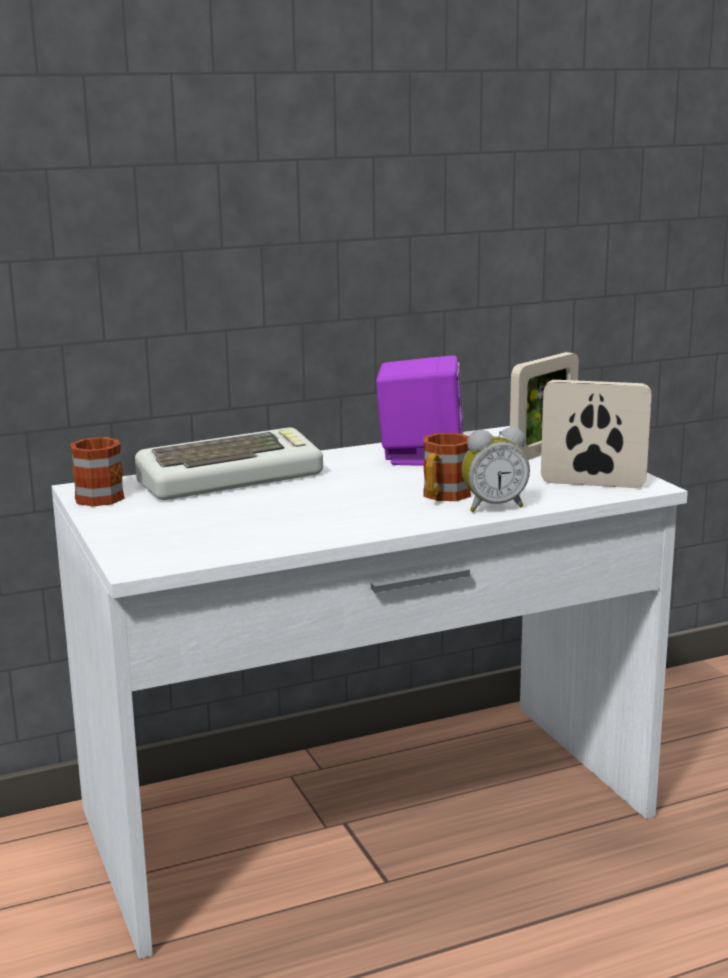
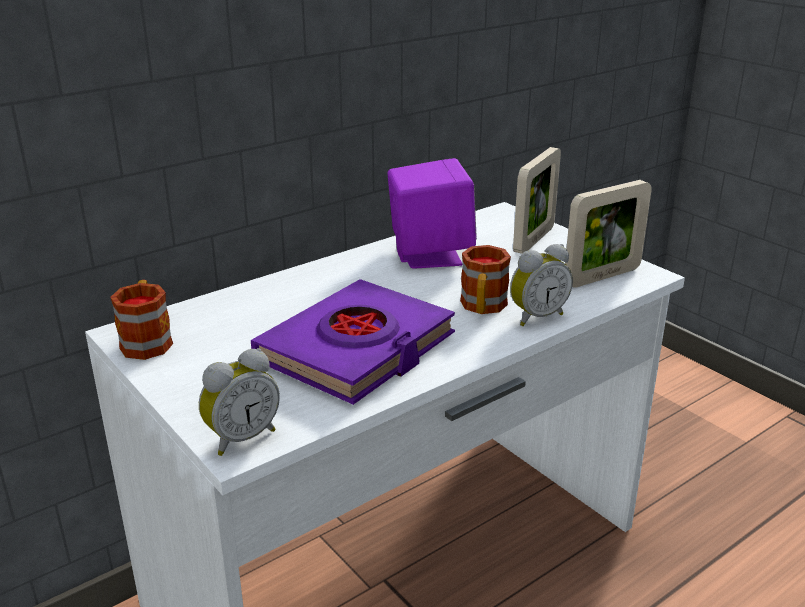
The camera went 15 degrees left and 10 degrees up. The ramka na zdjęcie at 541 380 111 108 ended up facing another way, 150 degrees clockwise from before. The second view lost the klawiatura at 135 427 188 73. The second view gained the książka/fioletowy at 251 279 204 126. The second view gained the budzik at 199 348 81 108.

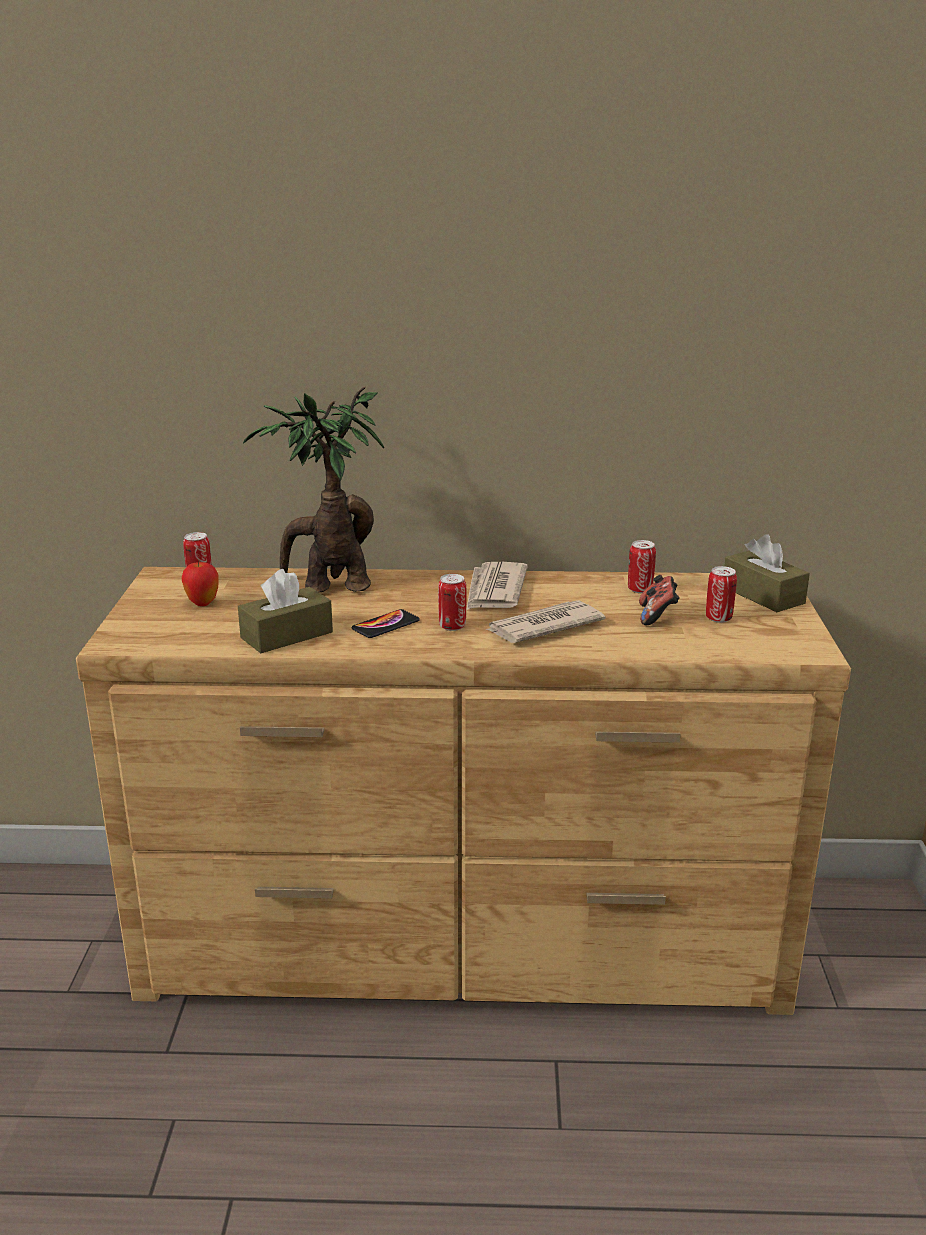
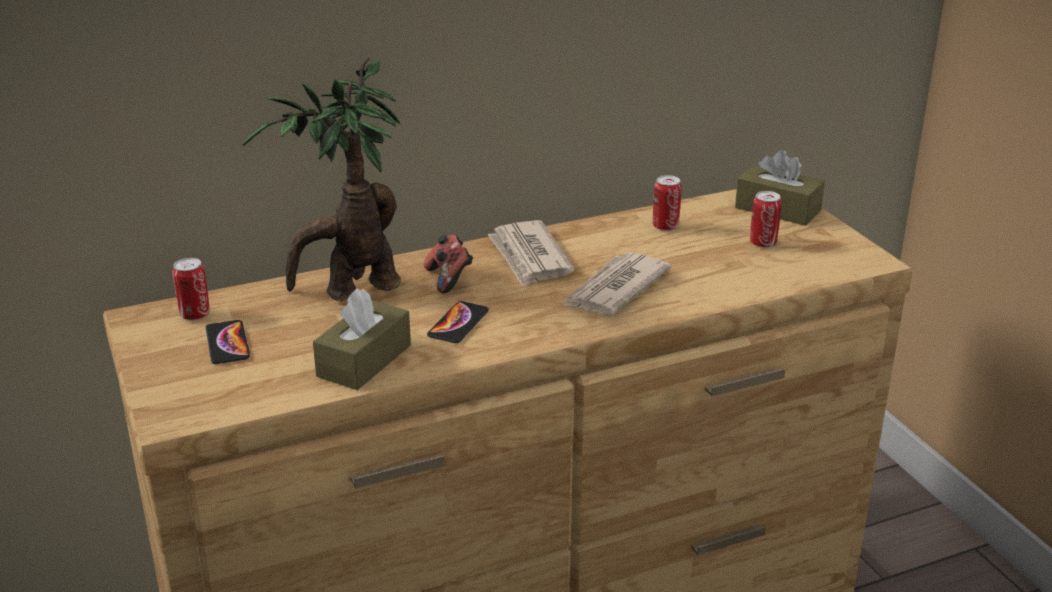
The camera went 25 degrees left and 5 degrees up. Where the jabłko stood at 182 561 37 45, the telefon came to stand at 206 320 44 44. The second view lost the puszka at 438 574 28 57. The pad do gier ended up elsewhere, having gone from 639 575 41 50 to 424 234 49 59.

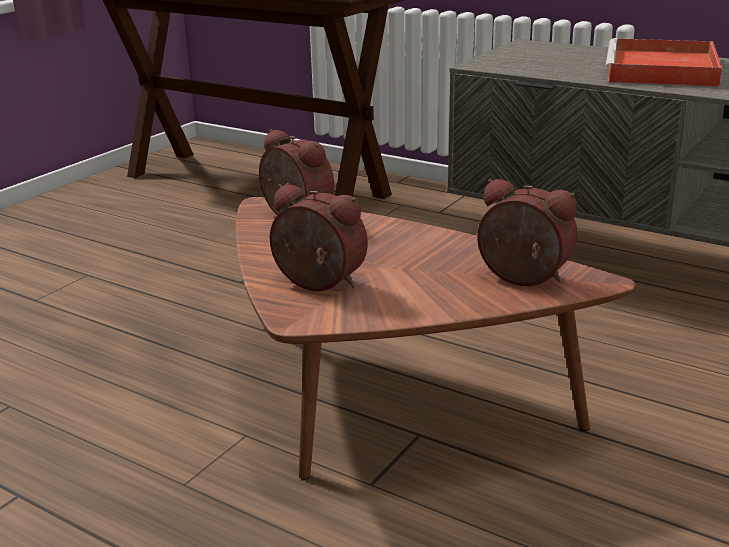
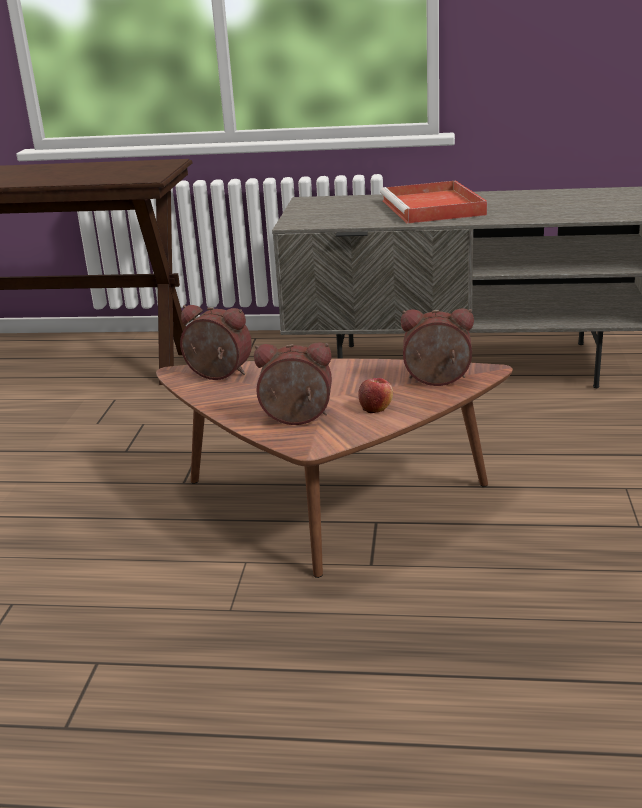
The camera went 25 degrees left and 0 degrees up. The second view gained the jabłko at 358 378 35 35.

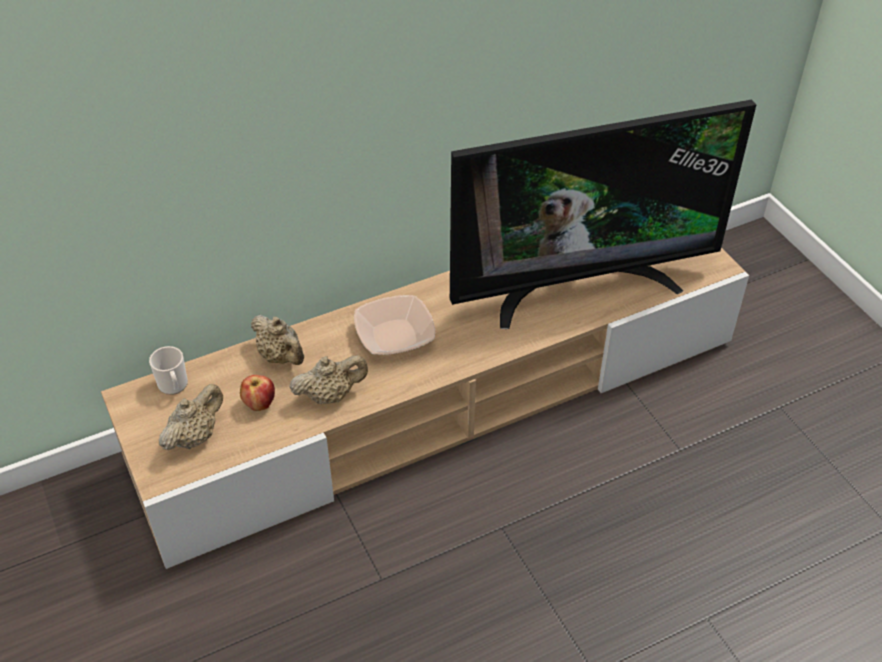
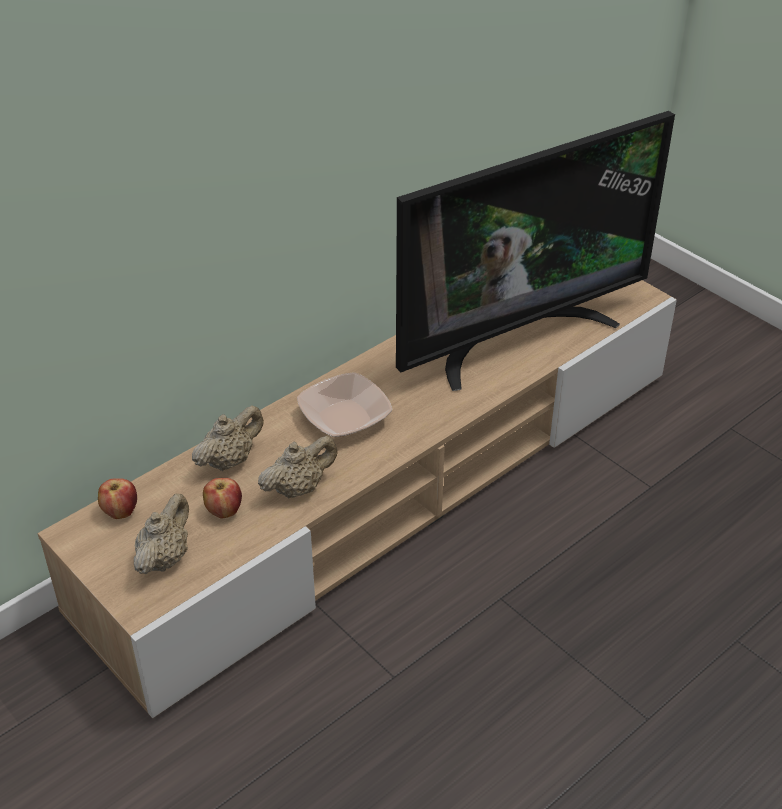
The camera went 15 degrees left and 5 degrees down. The imbryk/beżowy at 251 315 53 50 ended up facing another way, 75 degrees counterclockwise from before. Where the kubek stood at 149 346 39 49, the jabłko came to stand at 98 479 39 40.

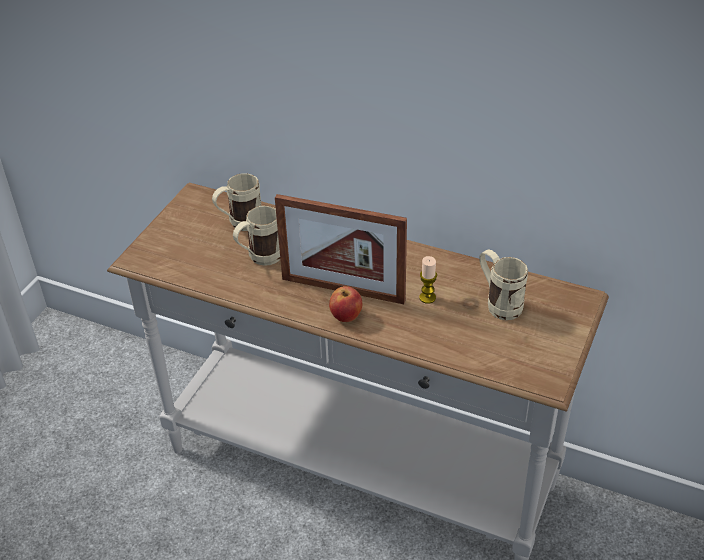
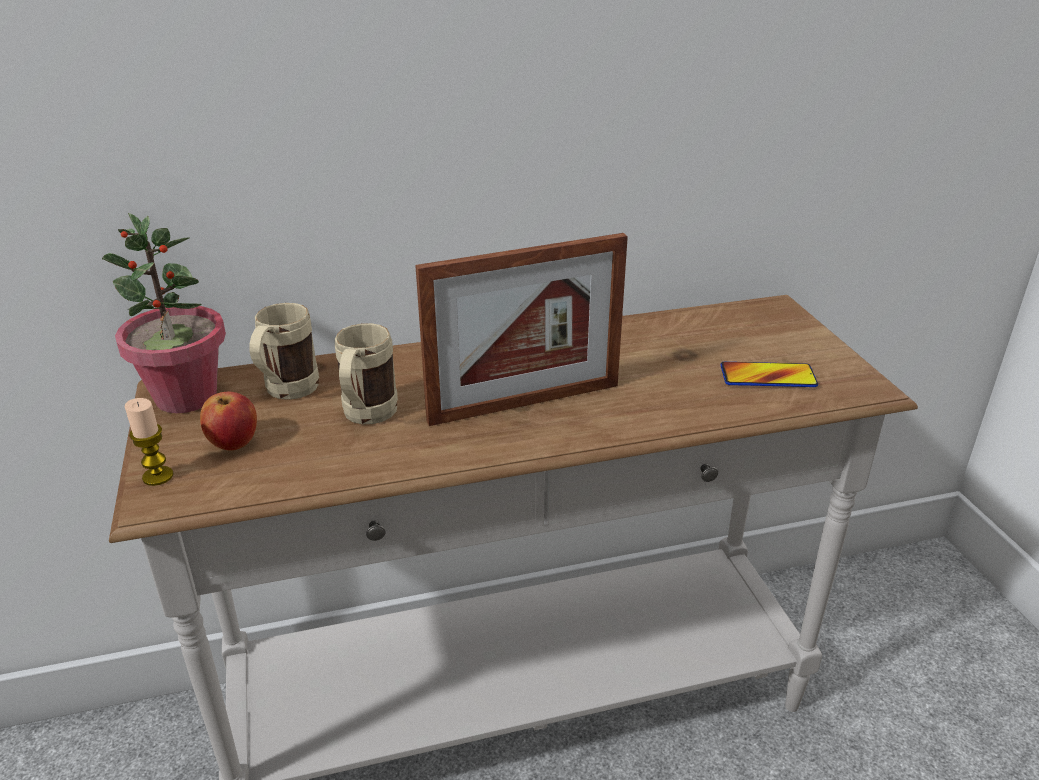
The camera went 40 degrees left and 10 degrees down. The second view lost the kubek/beżowy at 479 249 49 71. The świeca ended up elsewhere, having gone from 419 256 18 48 to 125 398 48 88. The jabłko ended up elsewhere, having gone from 329 286 33 36 to 200 392 57 59. The second view gained the roślina doniczkowa at 102 213 124 200. The second view gained the telefon at 721 362 97 25.

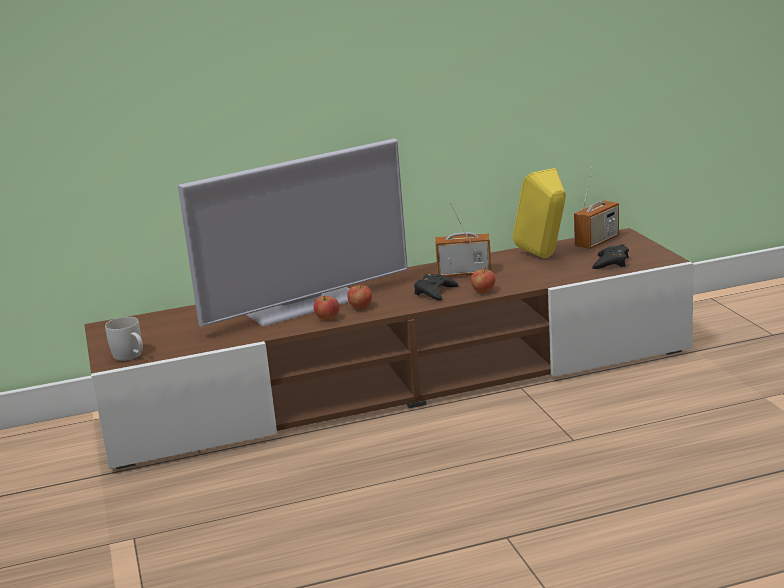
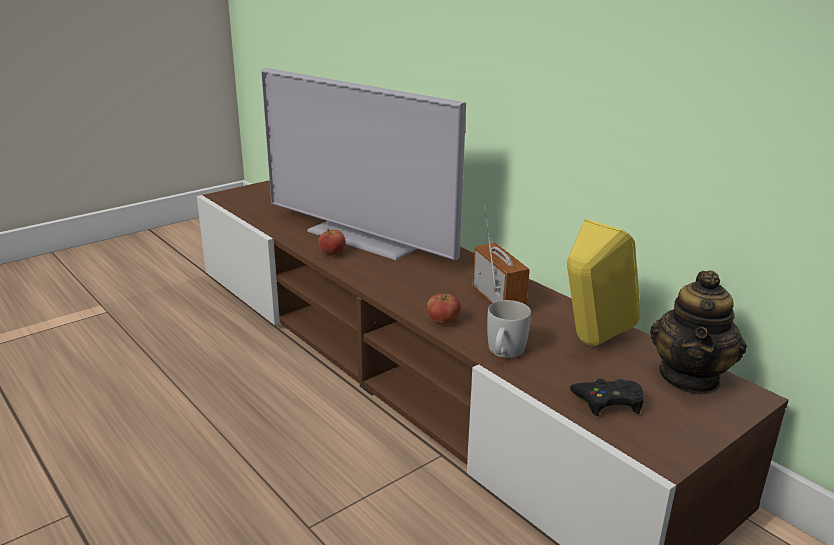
The camera went 65 degrees right and 5 degrees up. Where the radio stood at 574 166 45 83, the imbryk came to stand at 650 270 97 124. The second view lost the pad do gier/czarny at 414 273 45 28. The second view lost the jabłko at 347 283 25 27. The kubek/biały ended up elsewhere, having gone from 105 317 38 44 to 487 300 44 58.

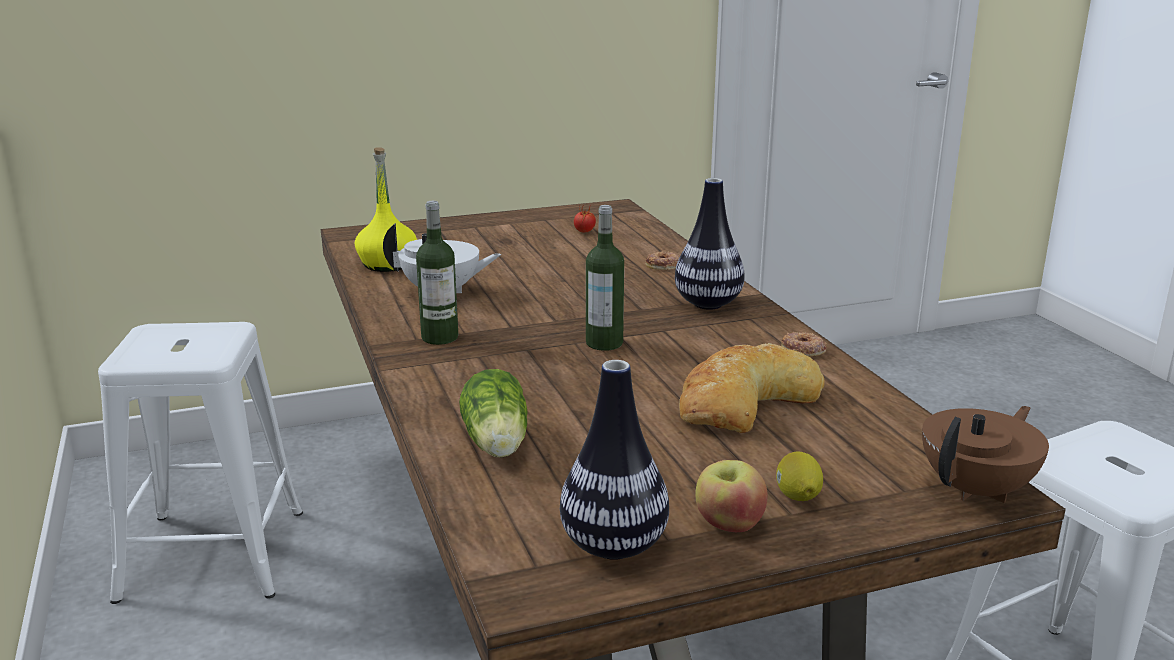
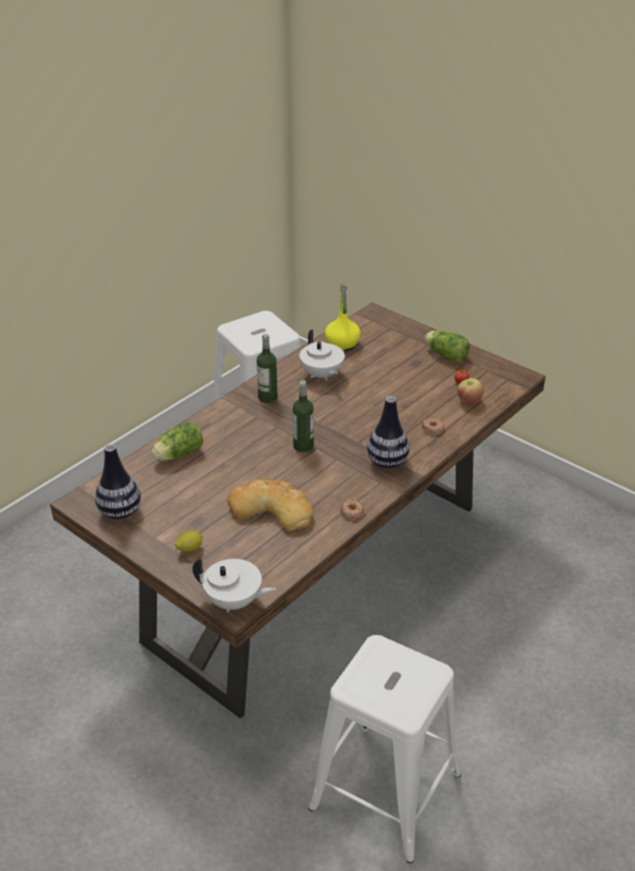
The camera went 60 degrees right and 15 degrees up. What was the imbryk/brązowy at 922 406 127 97 turned into the imbryk/biały at 192 557 84 55. The jabłko ended up elsewhere, having gone from 695 460 73 72 to 457 378 27 27. The second view gained the sałata at 425 330 45 33.

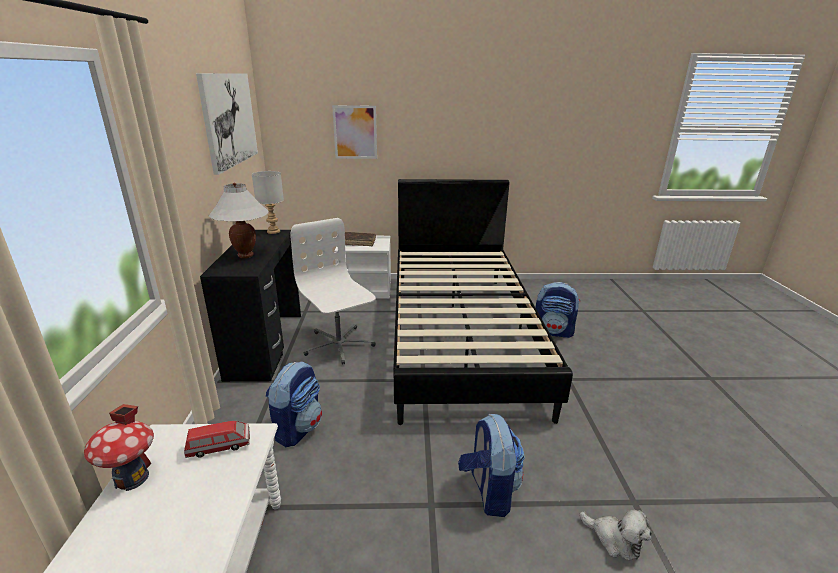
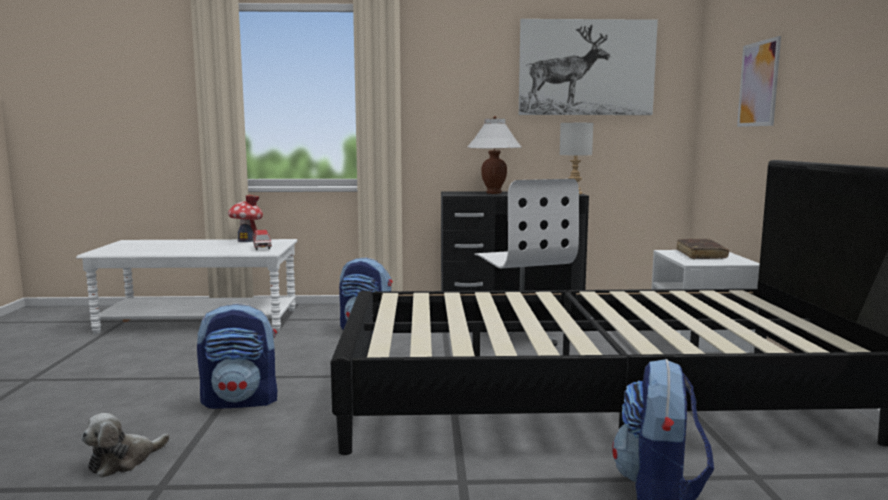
The camera went 90 degrees right and 15 degrees down. The krzesło biurowe/biały at 290 218 86 147 ended up facing another way, 105 degrees clockwise from before.

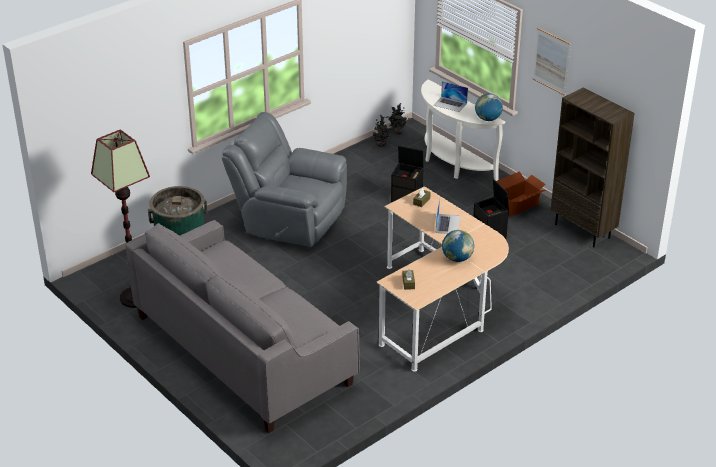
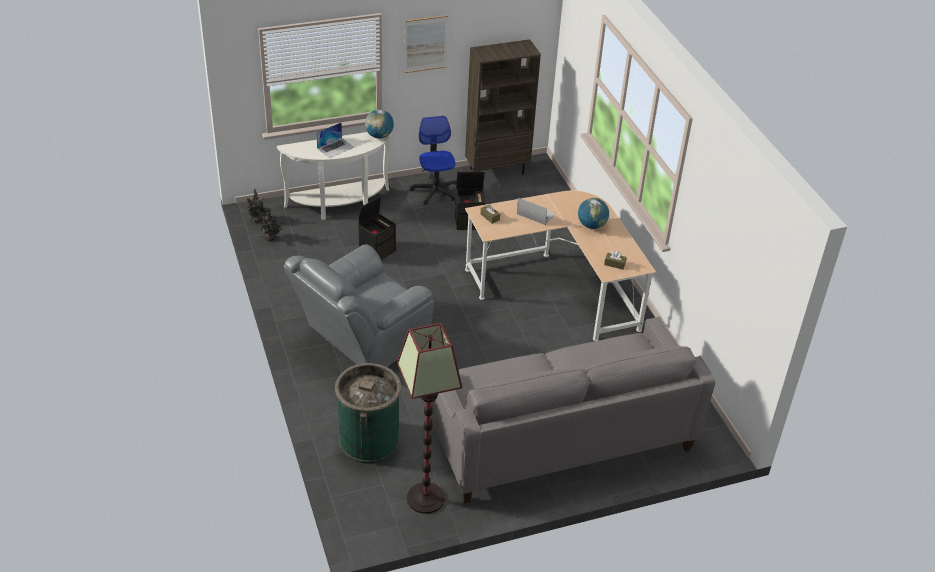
The camera went 70 degrees left and 5 degrees up. Where the karton stood at 496 171 50 45, the krzesło biurowe came to stand at 410 116 47 89.

